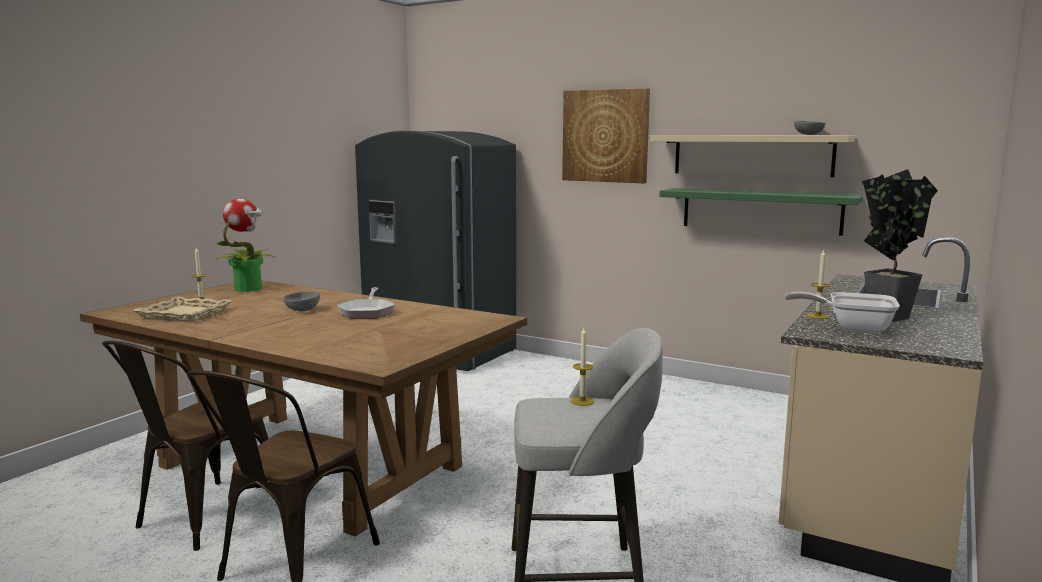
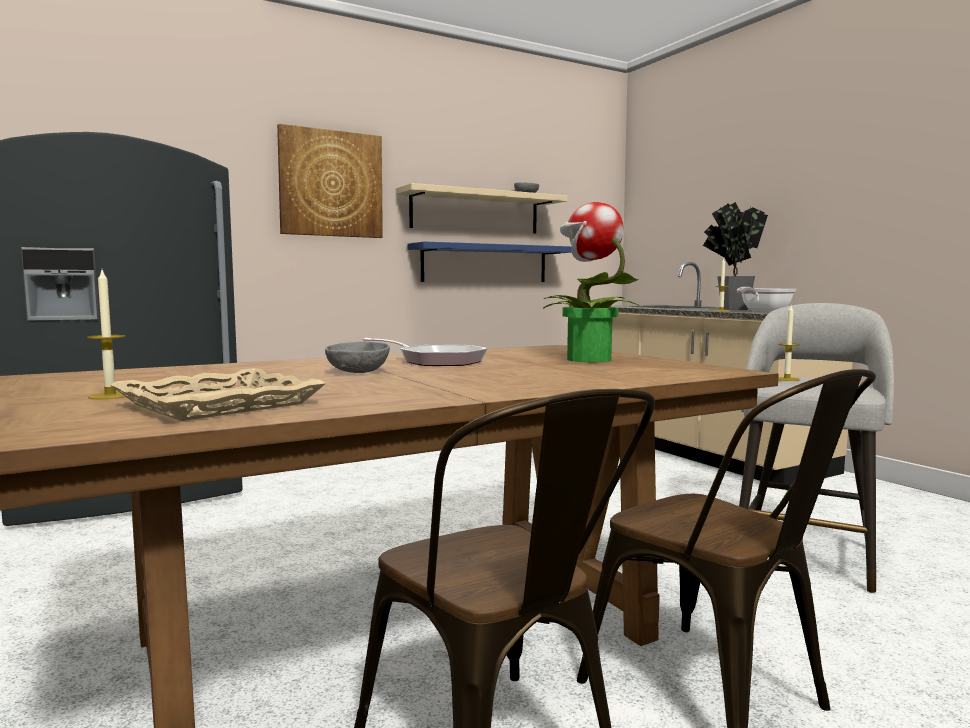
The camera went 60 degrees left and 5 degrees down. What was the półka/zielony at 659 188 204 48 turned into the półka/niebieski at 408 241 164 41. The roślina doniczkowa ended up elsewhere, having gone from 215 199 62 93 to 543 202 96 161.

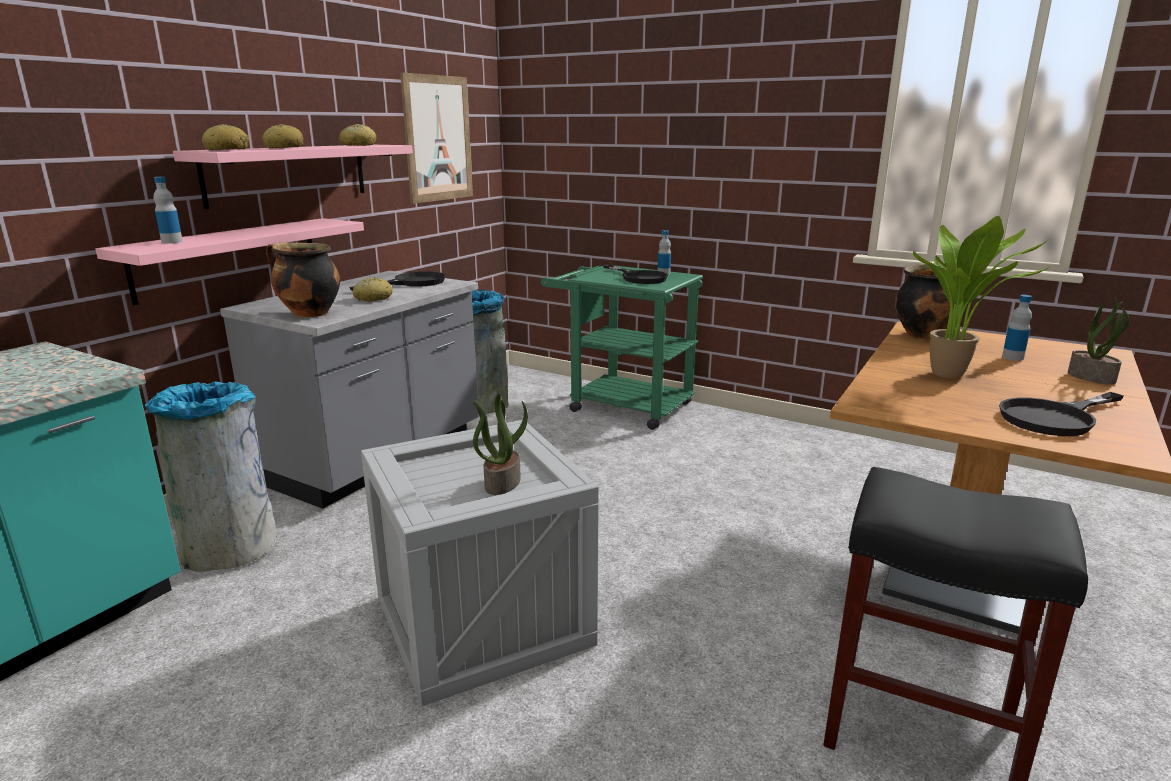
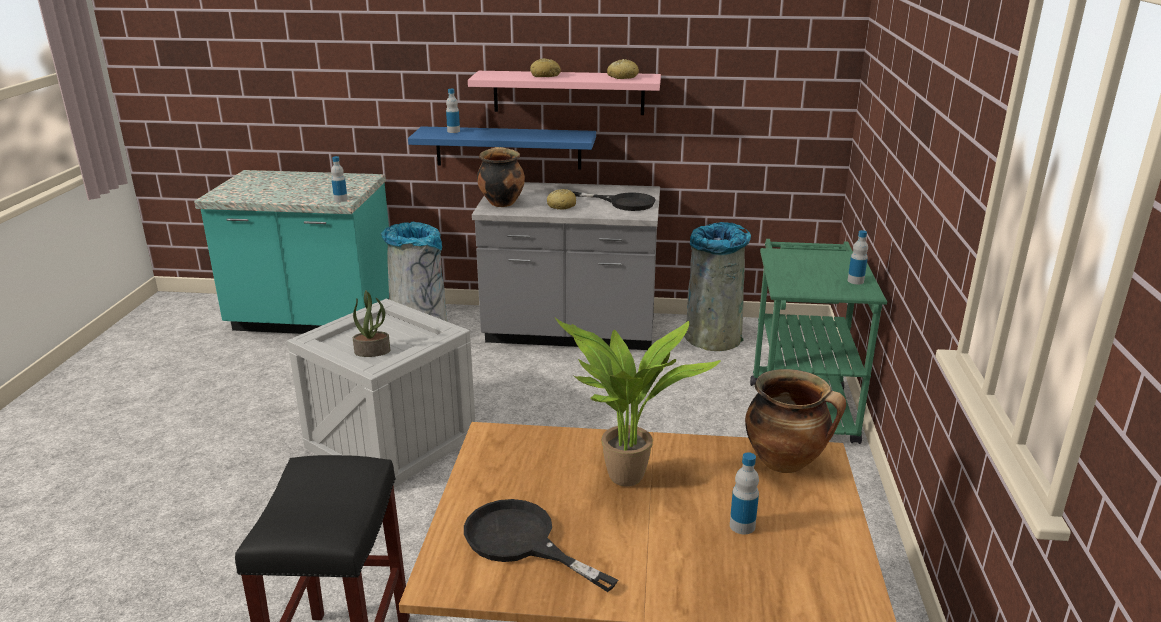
The camera went 65 degrees right and 5 degrees up. The second view lost the obraz at 400 72 73 132. The second view lost the chleb at 202 124 48 26. What was the półka/różowy at 96 218 268 87 turned into the półka/niebieski at 408 126 188 44. The second view lost the patelnia/czarny at 603 264 65 20. The second view lost the roślina doniczkowa at 1068 298 61 87. The second view gained the butelka at 331 156 17 46.

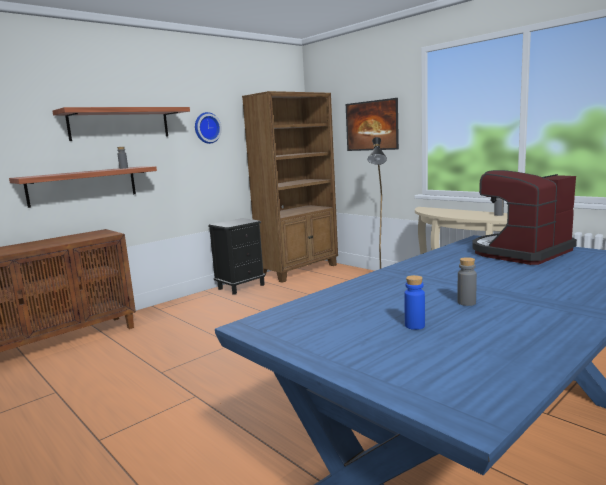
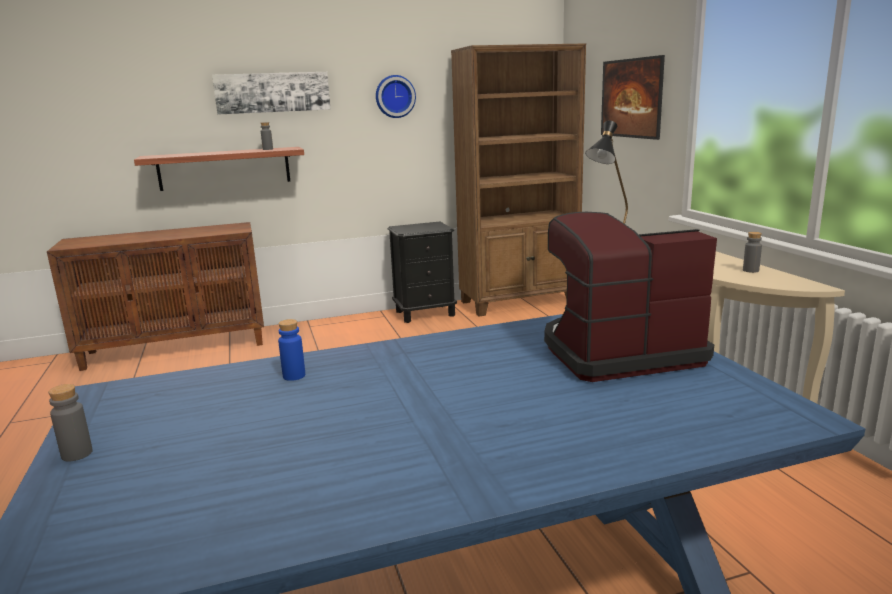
The camera went 25 degrees right and 5 degrees up. Where the półka hung at 53 107 137 34, the obraz came to hang at 212 72 119 43. The butelka/szary ended up elsewhere, having gone from 457 257 20 49 to 48 384 45 77. The butelka/niebieski ended up elsewhere, having gone from 404 275 21 55 to 278 319 27 62.

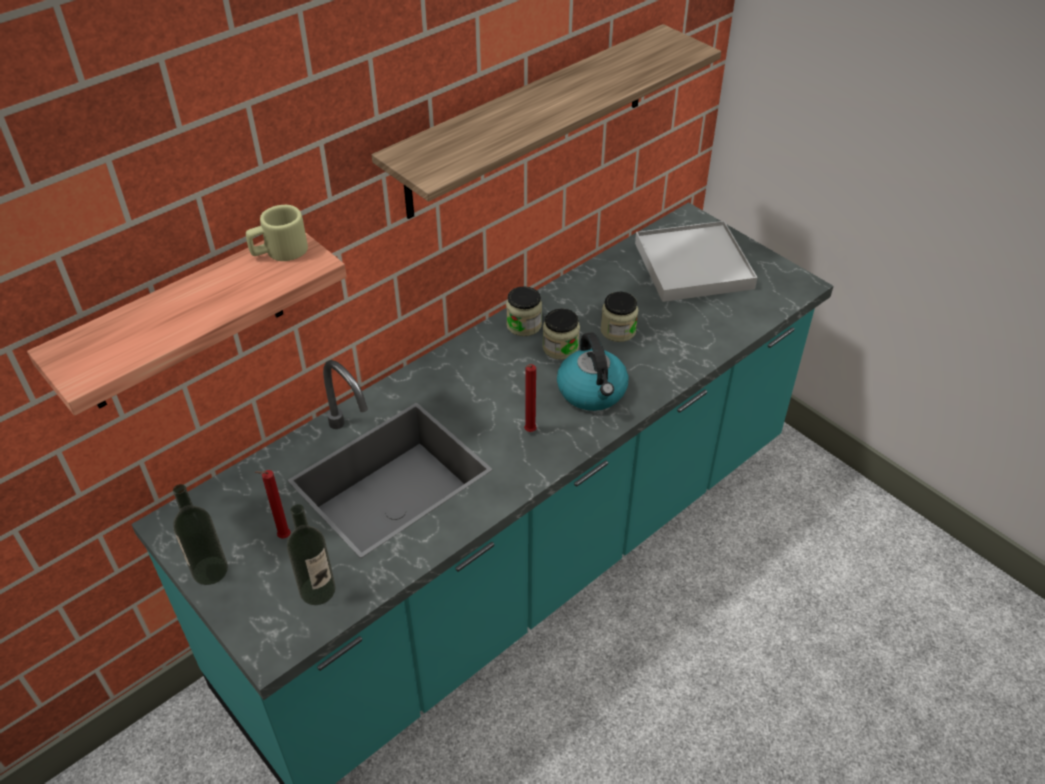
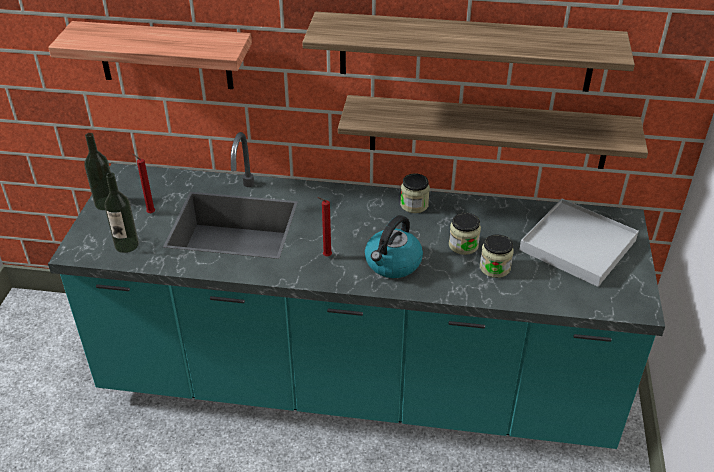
The camera went 50 degrees right and 5 degrees down. The second view lost the kubek/beżowy at 246 205 62 56. The słoik ended up elsewhere, having gone from 543 309 37 51 to 480 234 34 44. The second view gained the półka at 338 95 310 74.

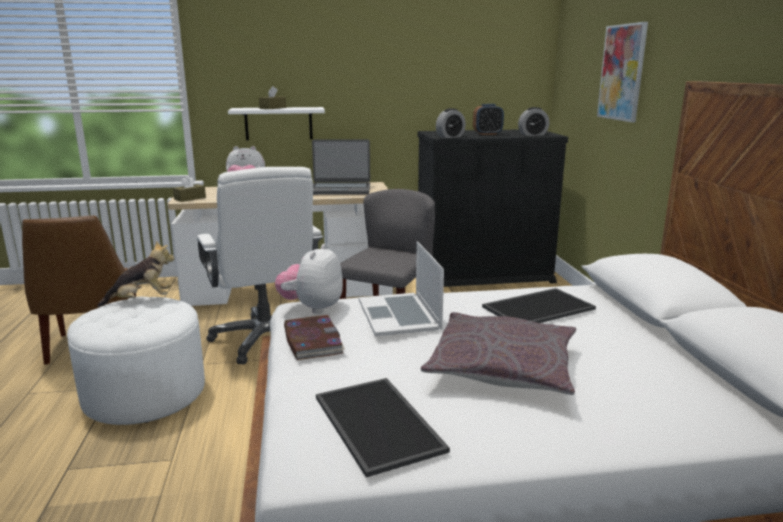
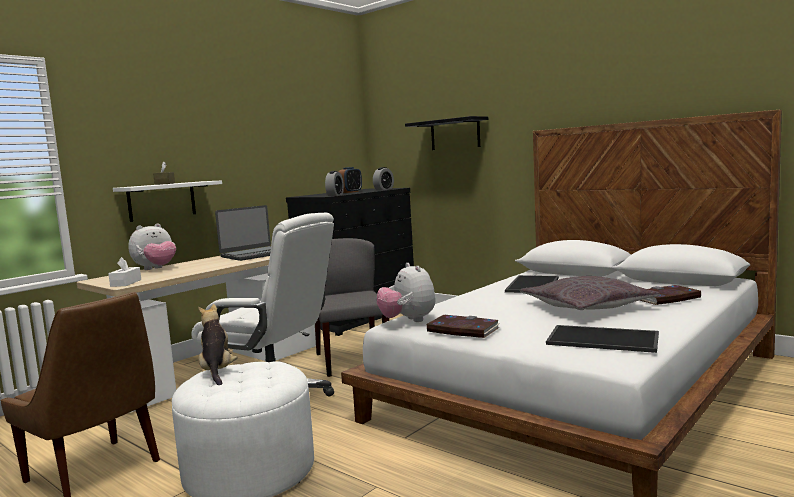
The camera went 40 degrees left and 10 degrees down. Where the obraz hung at 597 22 51 100, the półka/czarny came to hang at 405 116 83 34. What was the pudełko chusteczek/brązowy at 173 175 33 27 turned into the pudełko chusteczek/biały at 108 257 33 30. The pluszak at 97 241 77 66 ended up facing another way, 45 degrees counterclockwise from before. The second view lost the laptop at 359 241 85 95. The second view gained the książka at 639 285 62 20.

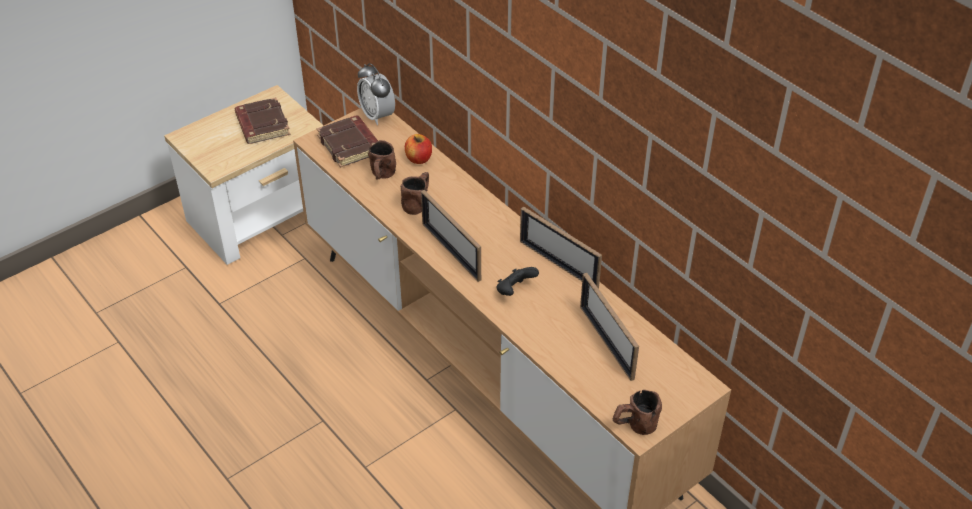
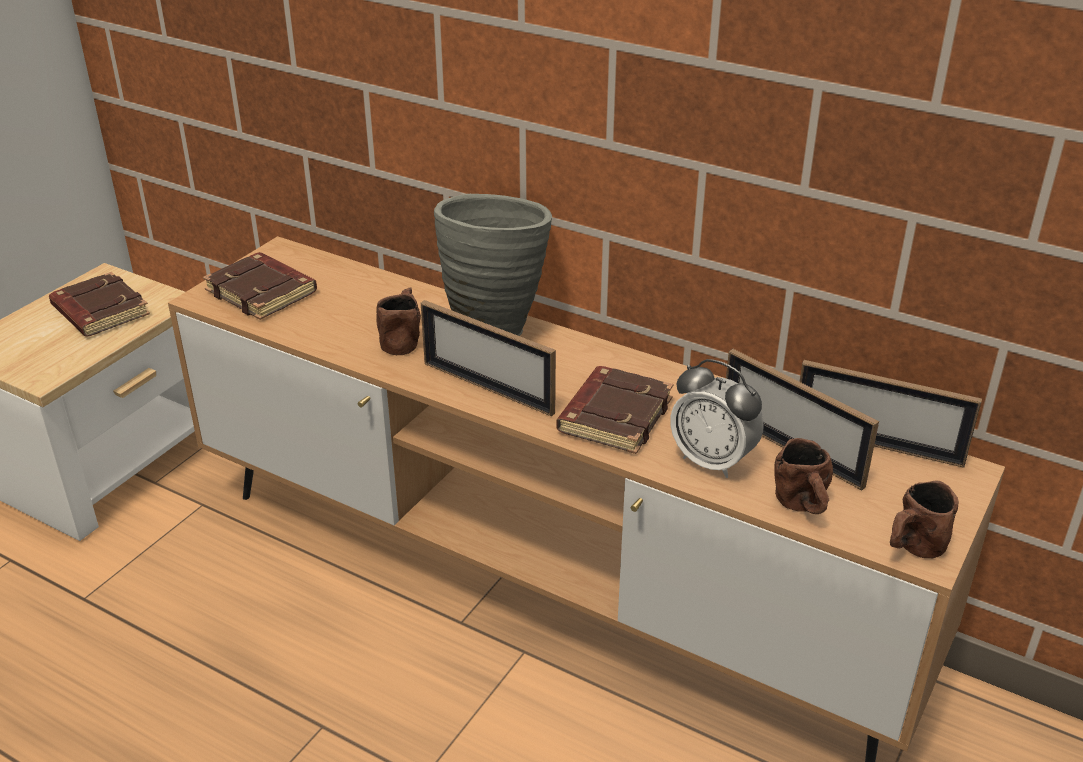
The camera went 20 degrees left and 10 degrees down. The budzik ended up elsewhere, having gone from 357 63 38 62 to 670 359 94 119. The second view lost the jabłko at 405 134 27 30. The kubek/brązowy ended up elsewhere, having gone from 368 140 28 40 to 774 438 59 76. The ramka na zdjęcie ended up elsewhere, having gone from 520 206 82 83 to 799 360 183 108. Where the pad do gier/czarny stood at 496 267 43 29, the książka/brązowy came to stand at 556 366 118 88. The second view gained the wazon/szary at 434 194 118 142.

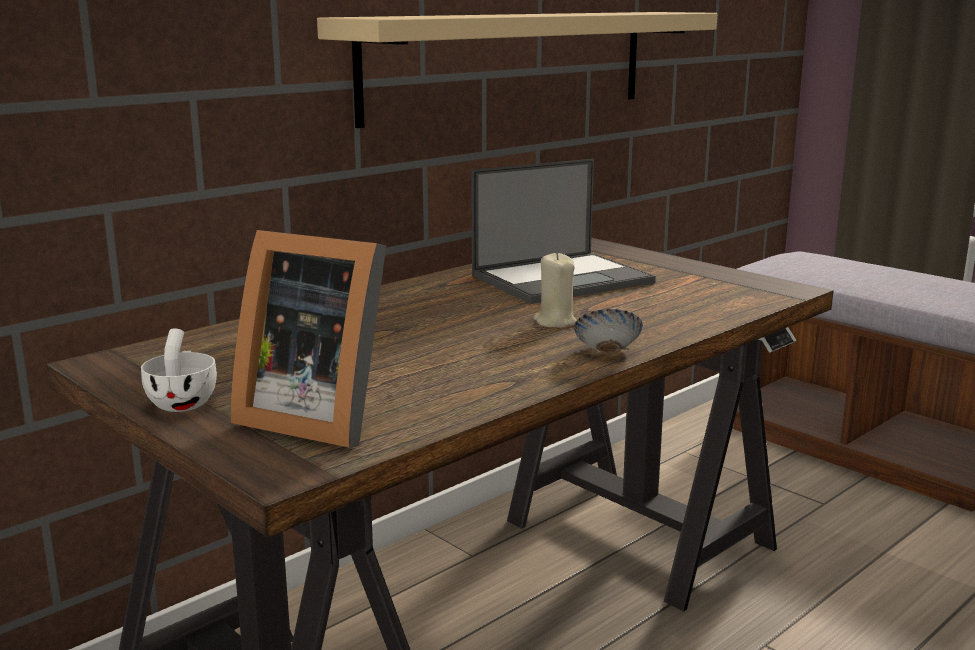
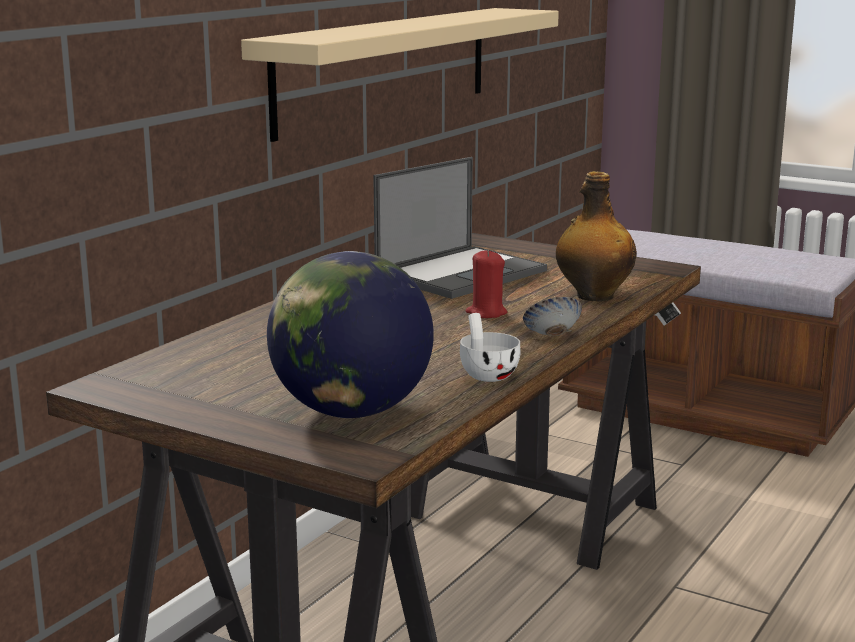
The camera went 15 degrees left and 0 degrees up. Where the ramka na zdjęcie stood at 231 230 155 217, the globus came to stand at 267 251 167 167. What was the świeca/beżowy at 533 252 44 76 turned into the świeca/czerwony at 466 250 41 68. The filiżanka/biały ended up elsewhere, having gone from 141 329 76 83 to 460 313 60 69. The second view gained the butelka at 556 171 81 130.

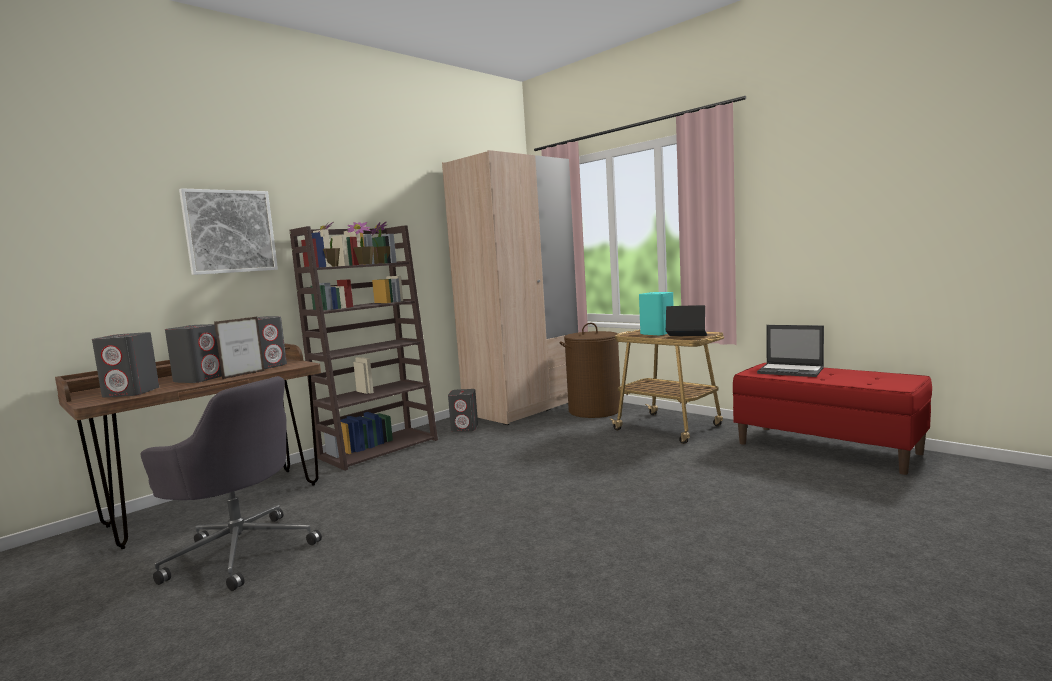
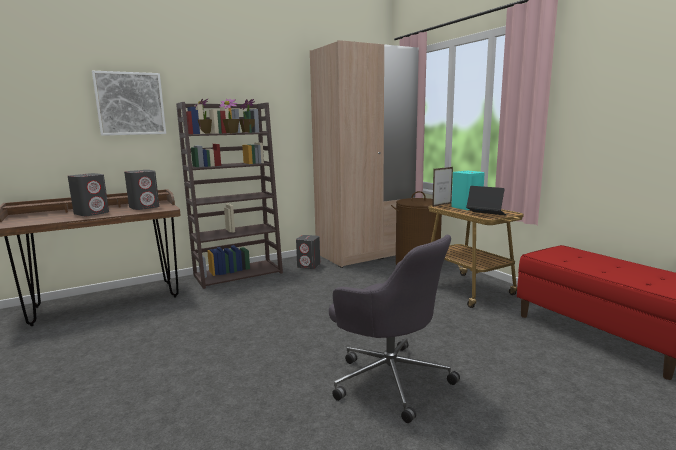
The camera went 15 degrees right and 5 degrees up. The ramka na zdjęcie ended up elsewhere, having gone from 214 317 50 62 to 432 167 21 40. The second view lost the laptop at 757 325 67 52. The second view lost the głośnik/szary at 92 332 67 66. The krzesło biurowe/szary ended up elsewhere, having gone from 141 376 181 215 to 329 235 131 188.

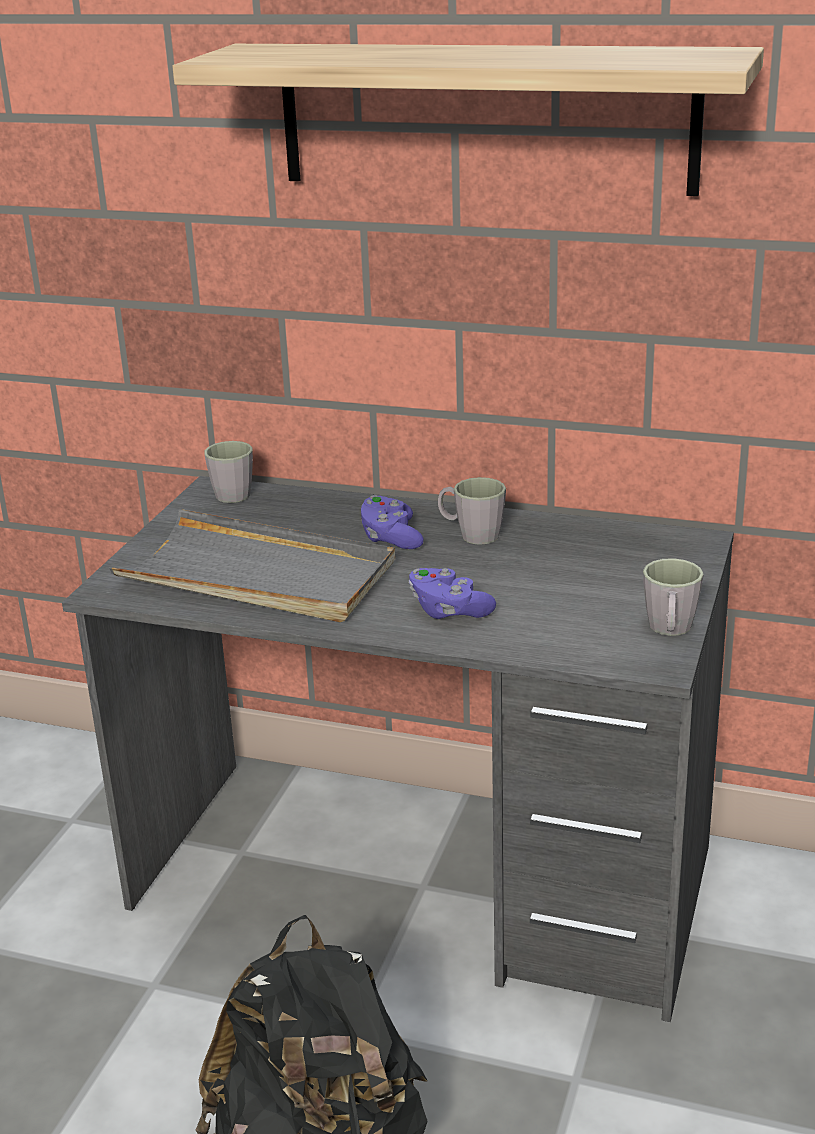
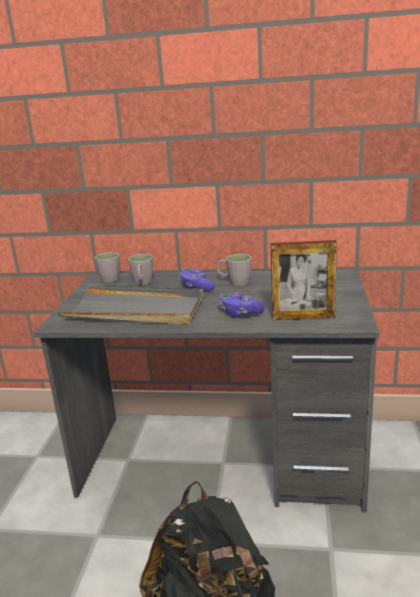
The camera went 10 degrees left and 5 degrees down. The second view lost the półka at 172 44 592 152. The kubek/szary ended up elsewhere, having gone from 643 558 61 78 to 128 254 25 31. The second view gained the ramka na zdjęcie at 271 240 66 80.

